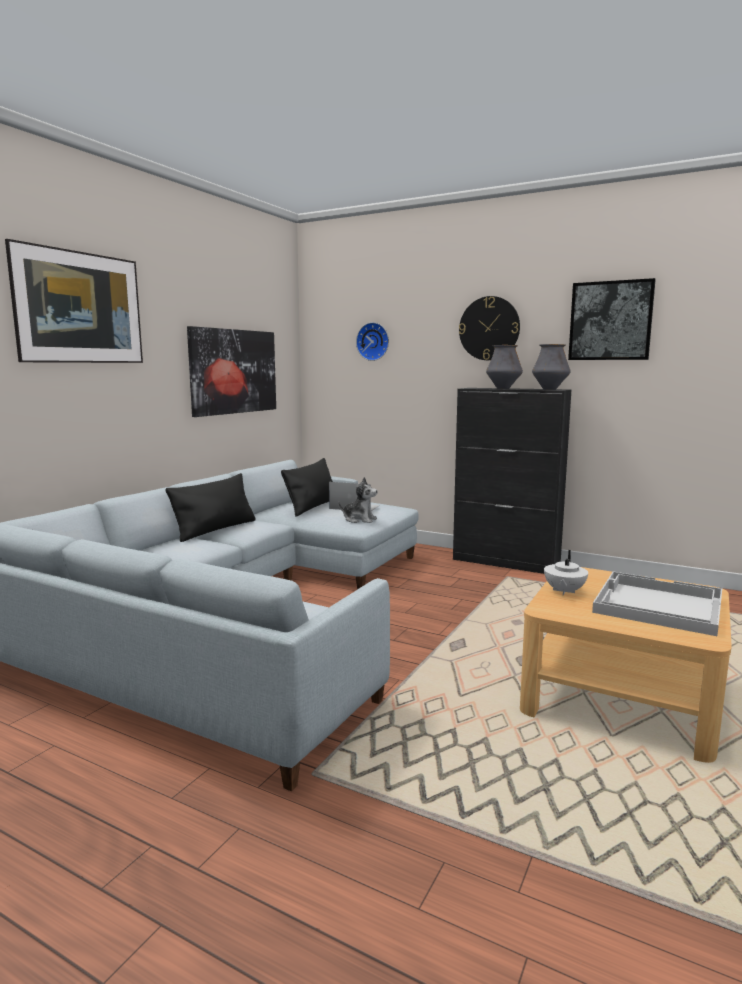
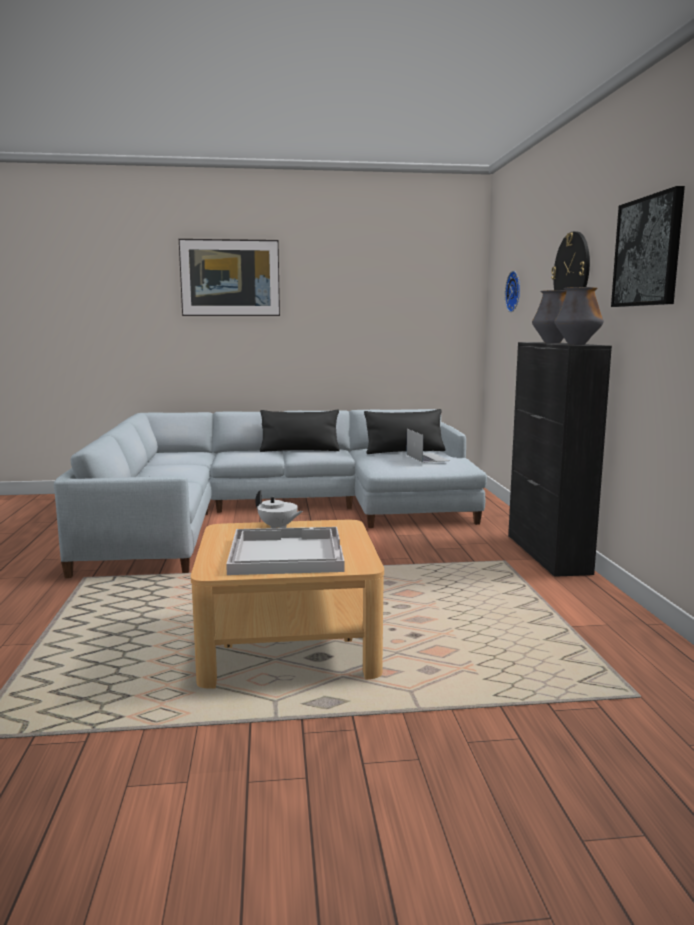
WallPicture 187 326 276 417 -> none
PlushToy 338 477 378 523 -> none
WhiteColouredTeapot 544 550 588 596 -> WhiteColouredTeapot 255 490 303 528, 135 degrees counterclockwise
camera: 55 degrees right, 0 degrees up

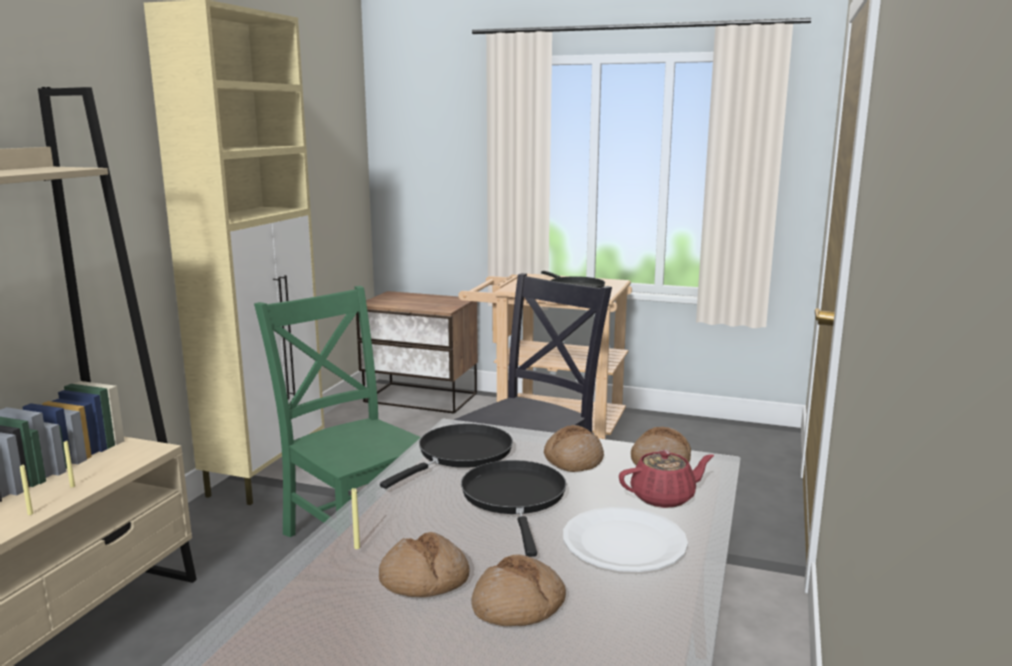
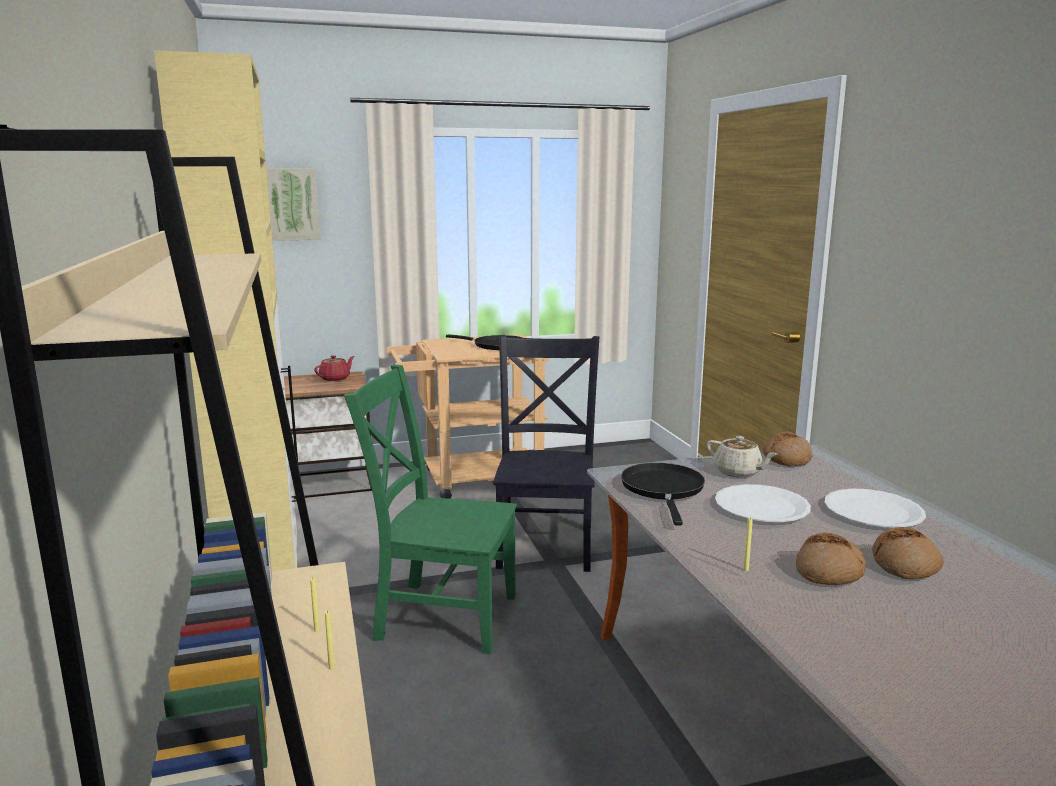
BakeryBread 544 425 604 472 -> BeigeColouredTeapot 707 436 777 478
RedTeapot 619 450 714 508 -> RedTeapot 314 355 355 381, move
BlackishSkillet 461 460 566 557 -> WhiteColouredDinnerPlate 715 484 811 522
none -> WallPicture 266 168 320 241
camera: 35 degrees left, 0 degrees up

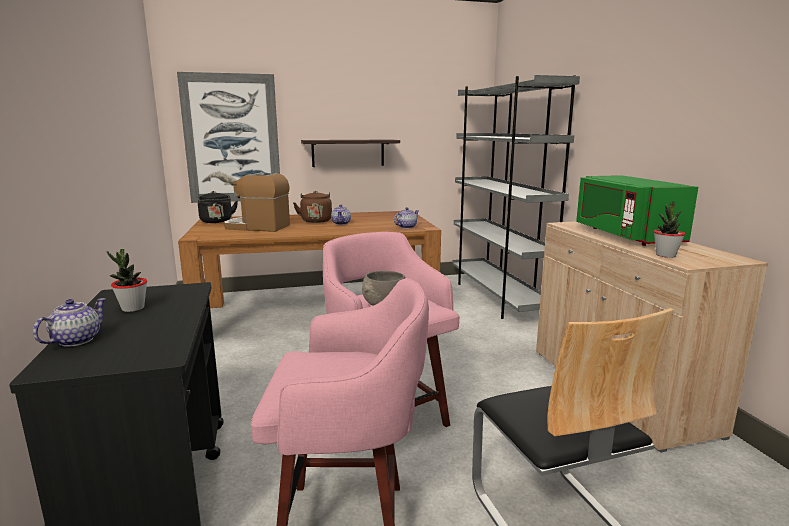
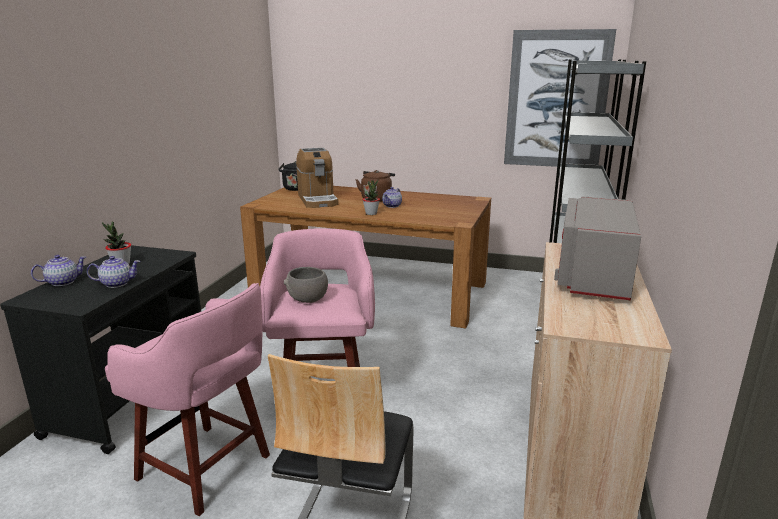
WallPicture 177 72 280 203 -> WallPicture 504 29 616 167, move
Shelf 301 139 400 167 -> none
CoffeeMaker 224 173 290 232 -> CoffeeMaker 296 148 338 208, 150 degrees counterclockwise
GreenishMicrowaveOven 576 175 698 246 -> GreyishMicrowaveOven 554 196 641 300
Houseplant 654 201 685 258 -> Houseplant 362 180 380 215, move
Teapot 394 207 419 229 -> Teapot 87 256 140 288, move
camera: 30 degrees right, 5 degrees up

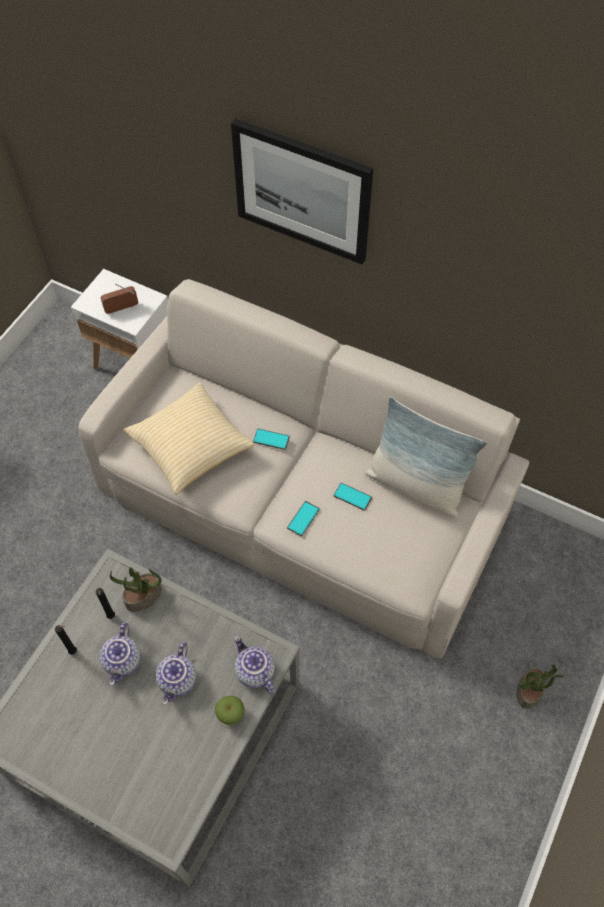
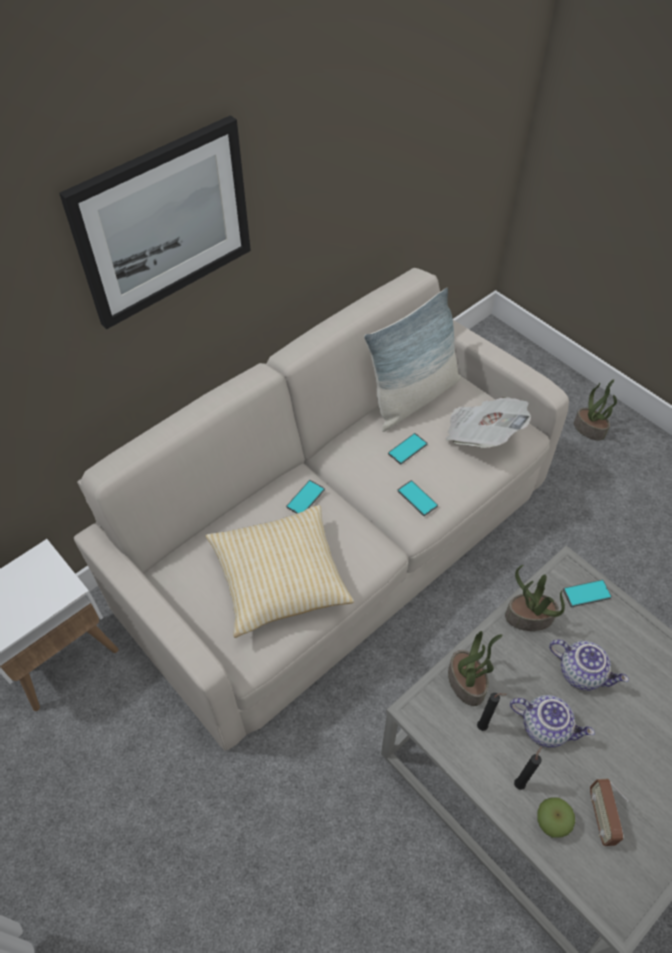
RadioReceiver 101 284 138 314 -> RadioReceiver 590 779 628 846, move
Teapot 234 636 275 694 -> Handset 563 580 612 607
AppleFruit 215 696 245 725 -> AppleFruit 537 797 575 838, move
none -> DailyPaper 446 397 531 448
none -> Houseplant 505 565 565 631
camera: 70 degrees left, 5 degrees down

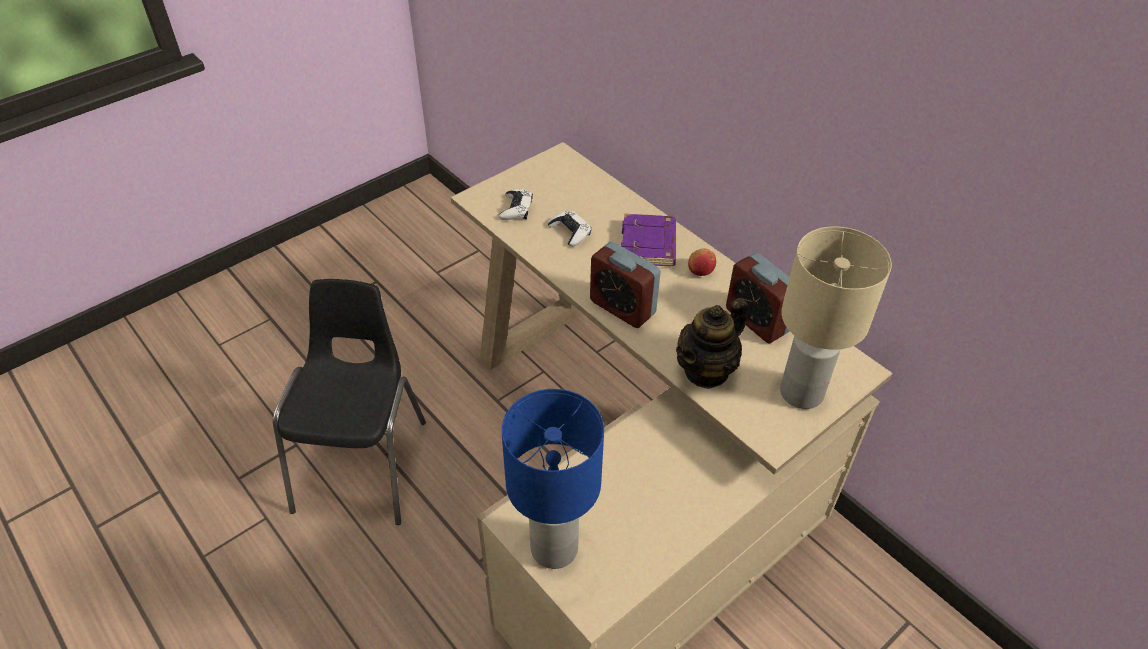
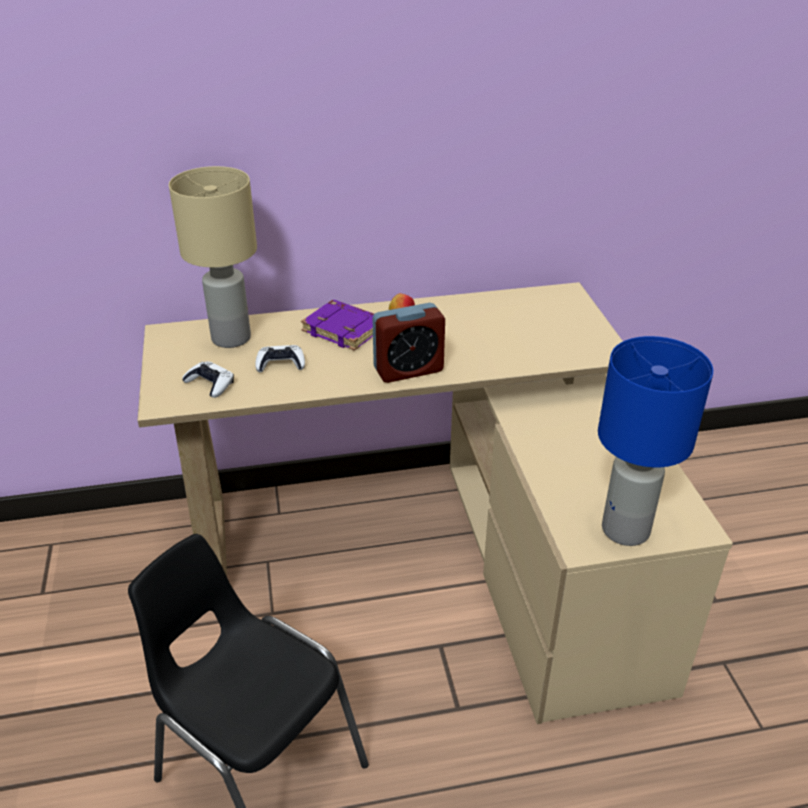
BeigeColouredTabletopLamp 780 227 892 409 -> BeigeColouredTabletopLamp 169 166 257 348, move
AlarmClock 726 253 790 343 -> none
Teapot 676 298 748 389 -> none
camera: 60 degrees left, 10 degrees down

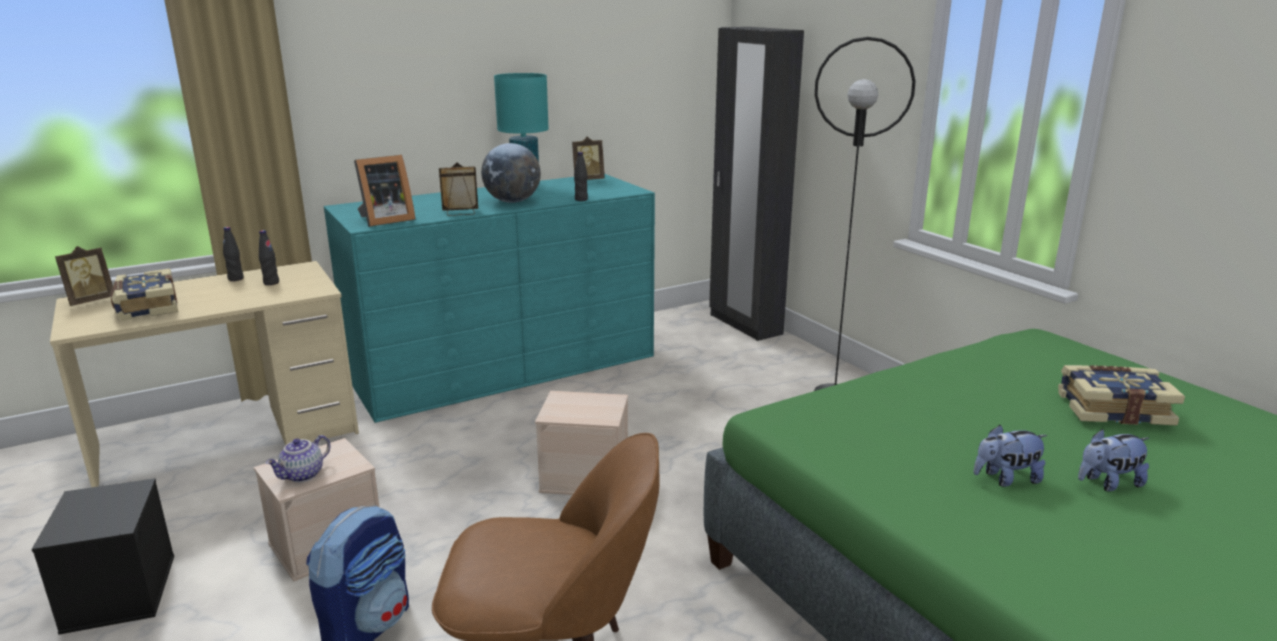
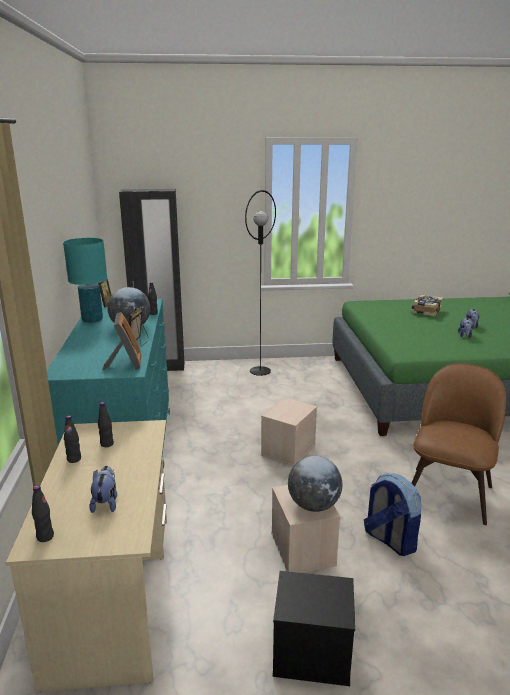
StandingFrame 55 246 113 306 -> BlackishDrinkBottle 32 485 54 542
Volume 110 268 178 321 -> PlushToy 89 466 117 513
Teapot 266 435 331 482 -> WorldGlobe 288 456 343 512
camera: 65 degrees left, 0 degrees up

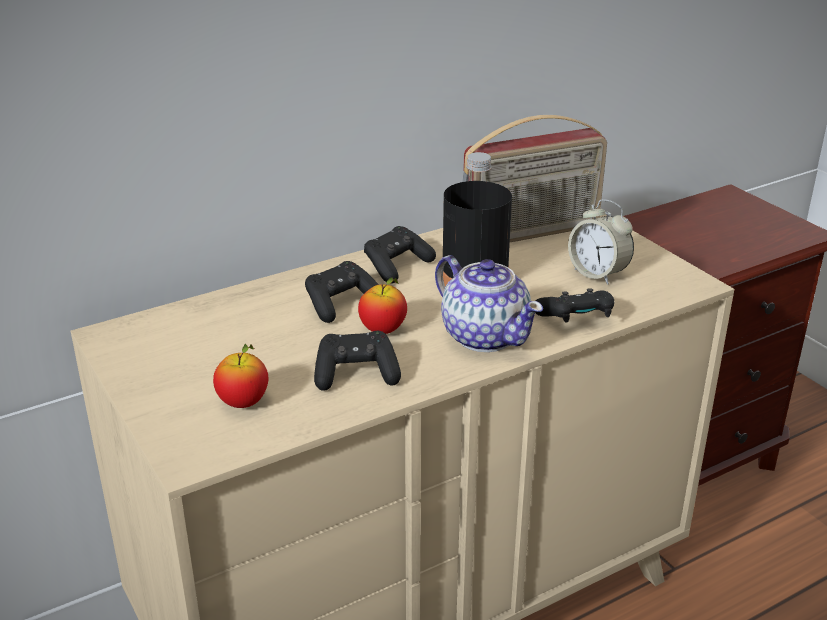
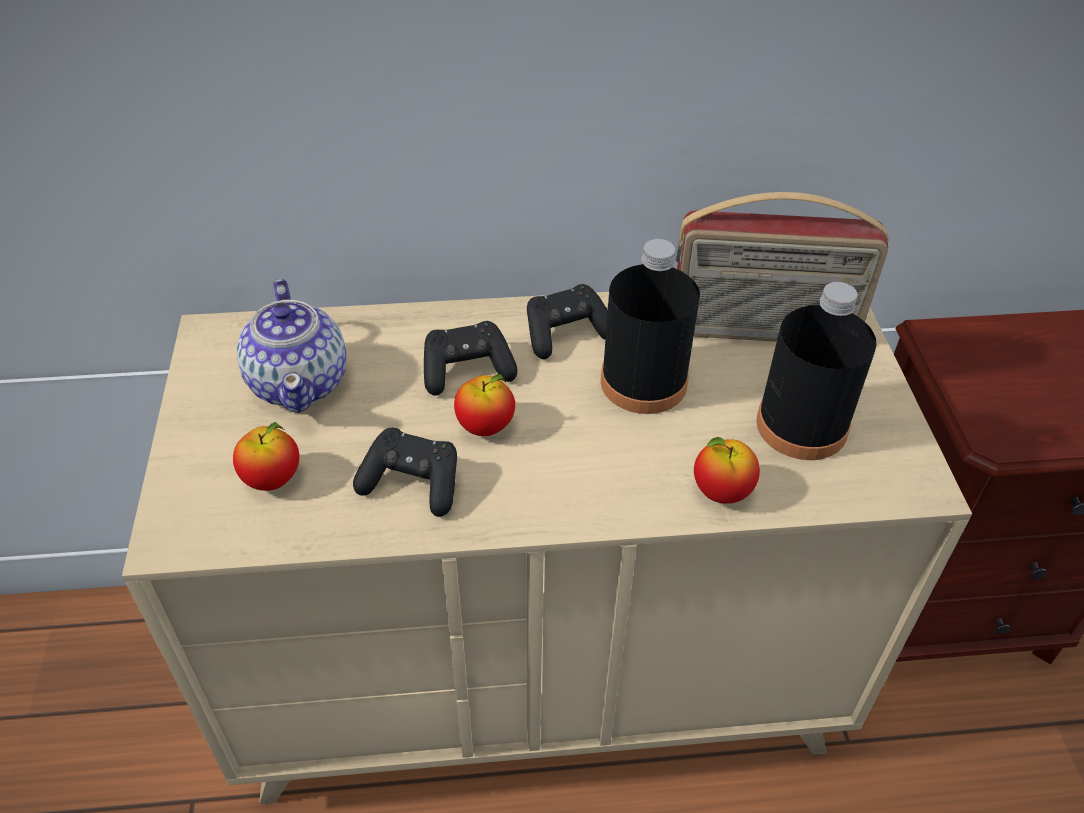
AlarmClock 568 199 634 285 -> BlackishDrinkBottle 756 282 877 460
Teapot 435 255 543 352 -> Teapot 236 279 347 413, move
BlackishJoypad 535 288 614 323 -> AppleFruit 694 437 760 504
camera: 25 degrees right, 15 degrees up

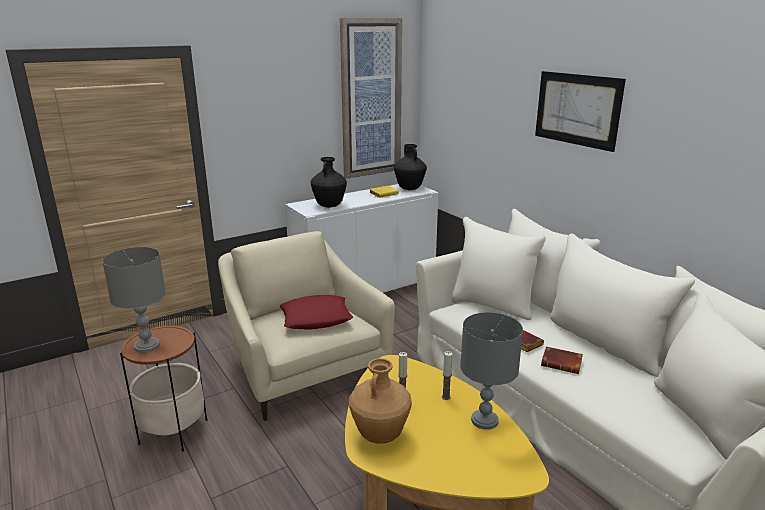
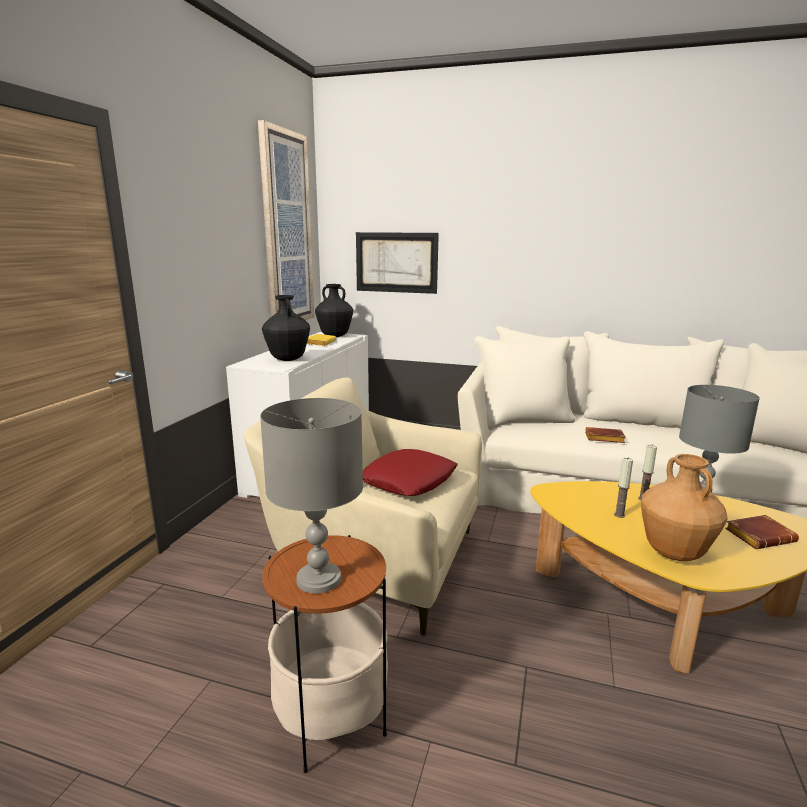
WallPicture 535 71 626 152 -> WallPicture 356 232 439 294, move
BrownishVolume 541 346 583 374 -> BrownishVolume 725 515 799 549, move
camera: 40 degrees left, 5 degrees down

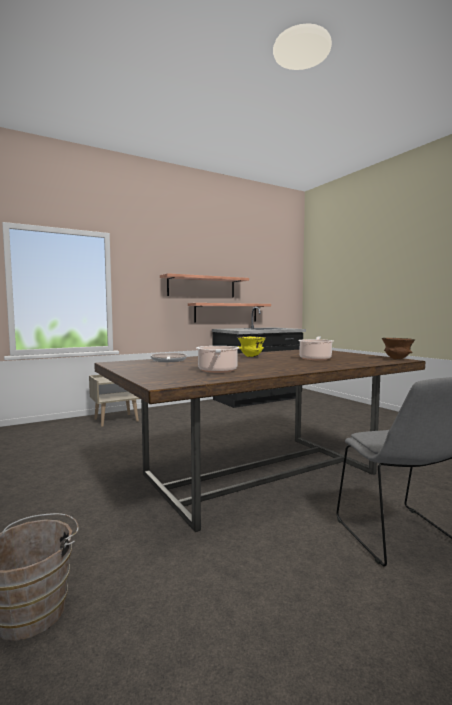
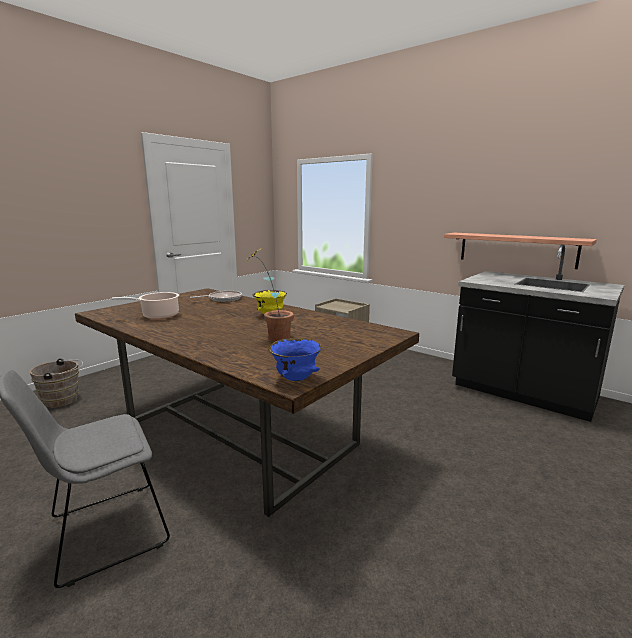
Shelf 160 273 249 297 -> none
Stockpot 298 336 333 360 -> Houseplant 245 249 294 341
BrownishServingBowl 382 338 415 359 -> BlueServingBowl 269 338 322 381
camera: 70 degrees right, 10 degrees up

